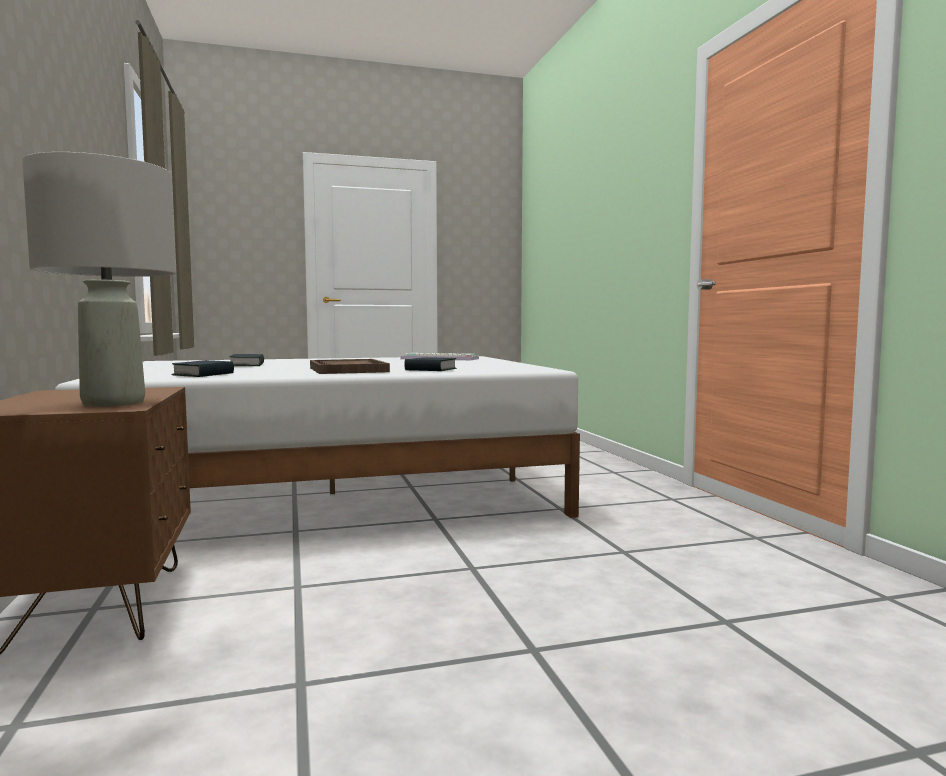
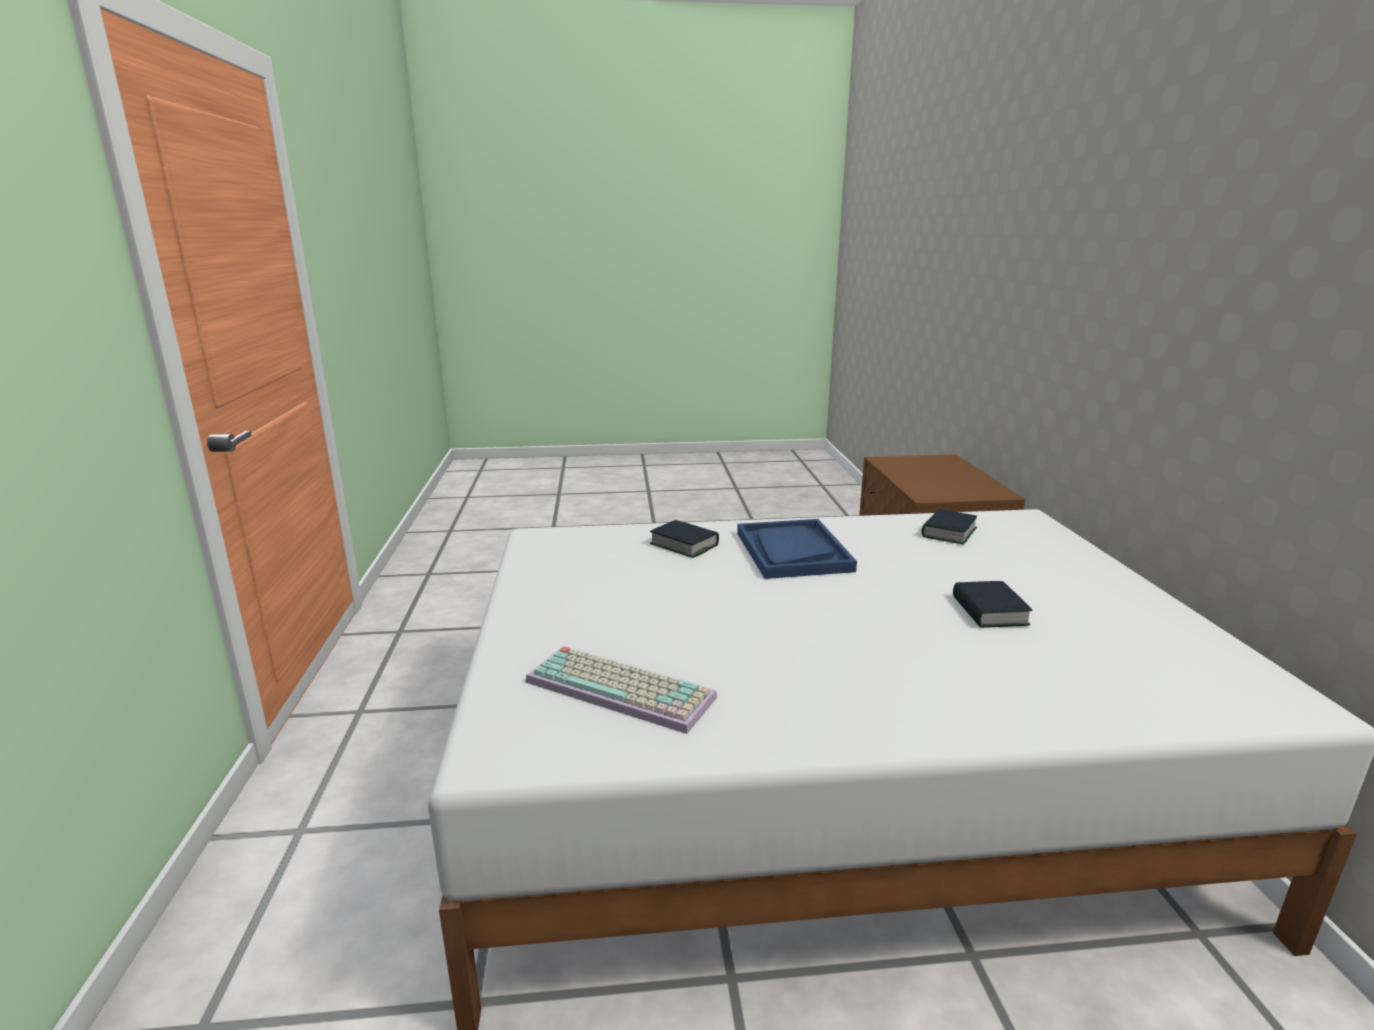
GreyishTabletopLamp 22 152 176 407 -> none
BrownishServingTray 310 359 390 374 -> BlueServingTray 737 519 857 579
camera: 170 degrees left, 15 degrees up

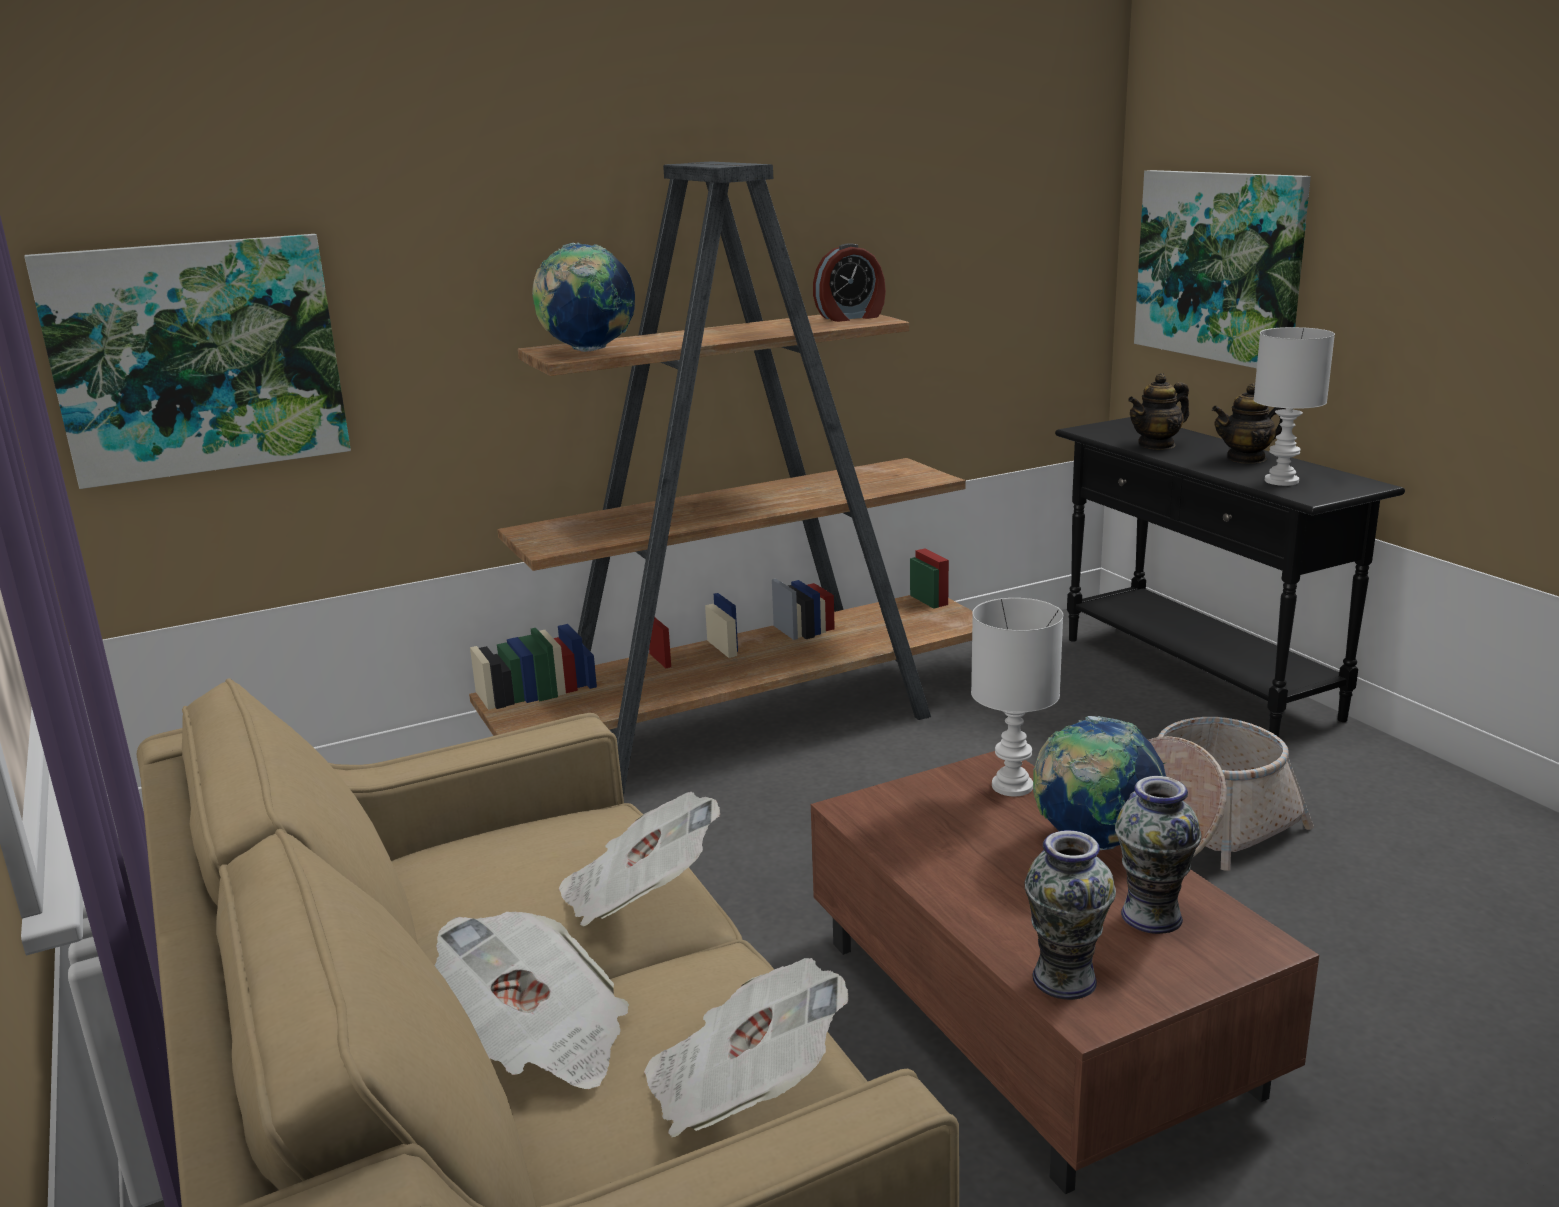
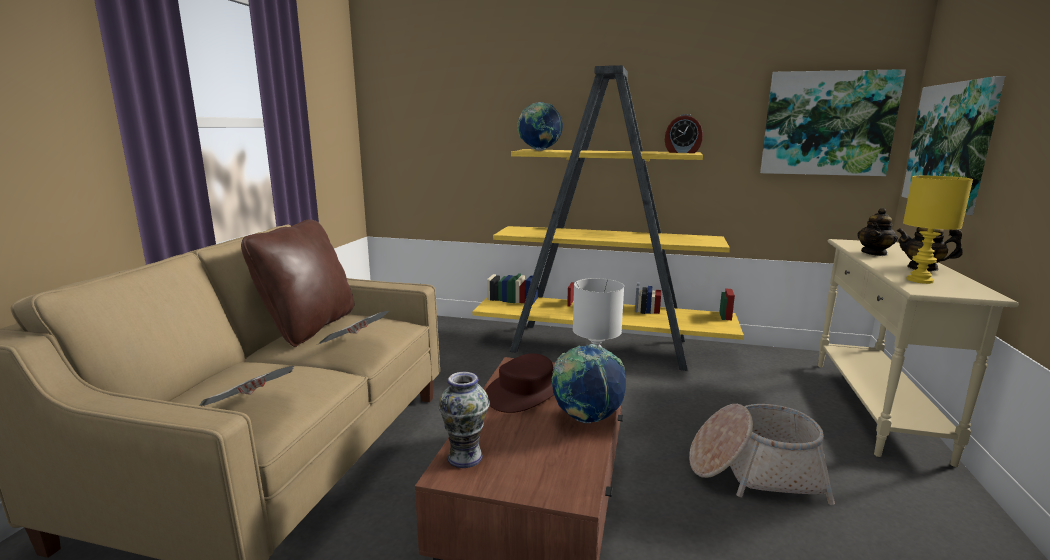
BrownishBookcase 469 161 973 797 -> YellowBookcase 472 65 744 371
WallPicture 24 234 351 489 -> WallPicture 760 69 906 176, move
WhiteColouredTabletopLamp 1254 327 1335 486 -> YellowTabletopLamp 903 176 973 284
Teapot 1128 373 1189 450 -> Teapot 857 208 898 256, 60 degrees counterclockwise
BlackishHallTable 1055 417 1405 737 -> BeigeColouredHallTable 818 239 1019 467
DecorativeVase 1115 776 1201 934 -> none
DailyPaper 435 912 629 1089 -> none
none -> BrownishThrowPillow 241 219 355 347
none -> BrownishClothingHat 486 353 554 413
camera: 40 degrees right, 5 degrees down

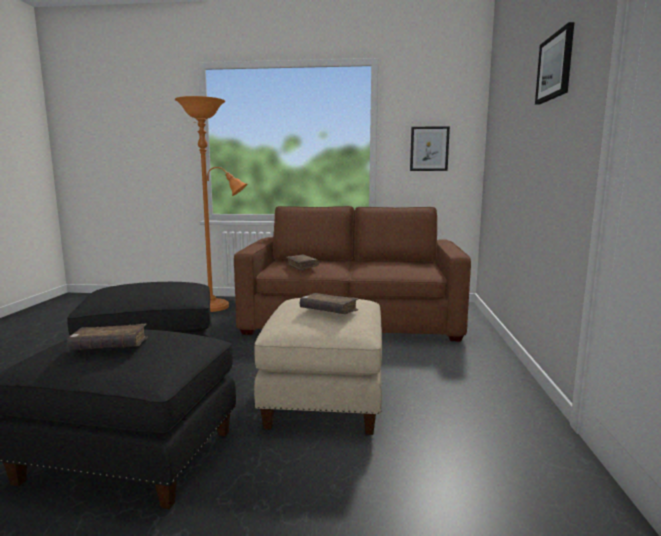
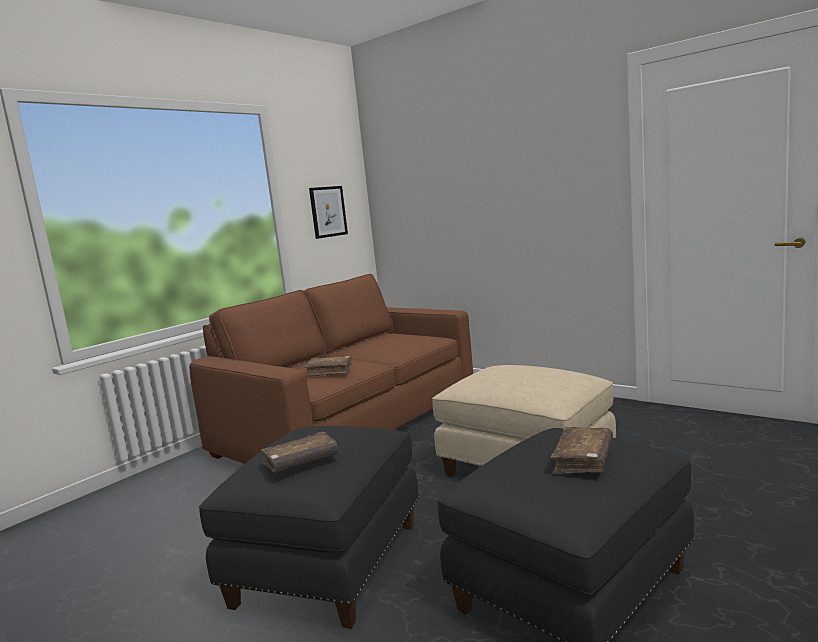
WallPicture 535 22 574 105 -> none
OrangeyFloorLamp 175 96 247 312 -> none
BrownishVolume 300 293 359 314 -> BrownishVolume 261 431 338 473, move
camera: 55 degrees left, 0 degrees up

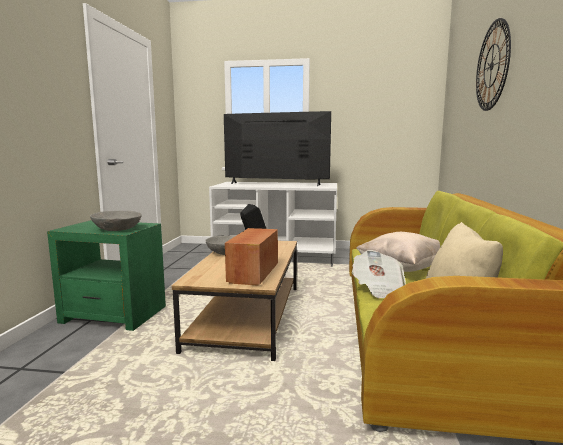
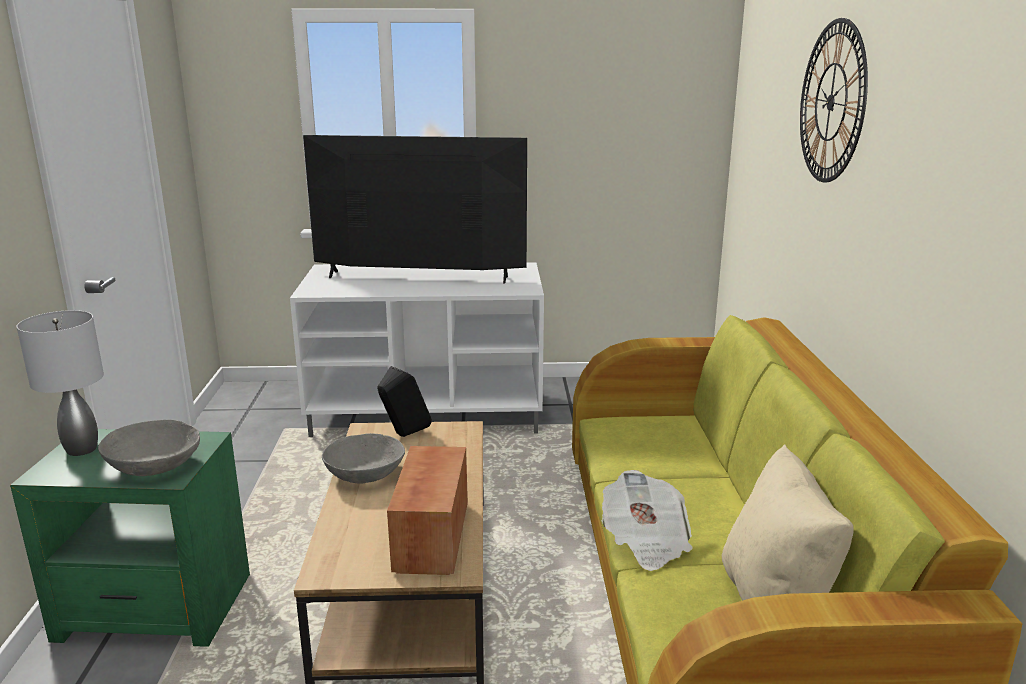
BeigeColouredThrowPillow 356 232 440 272 -> none
none -> GreyishTabletopLamp 16 310 104 456
camera: 10 degrees left, 10 degrees up

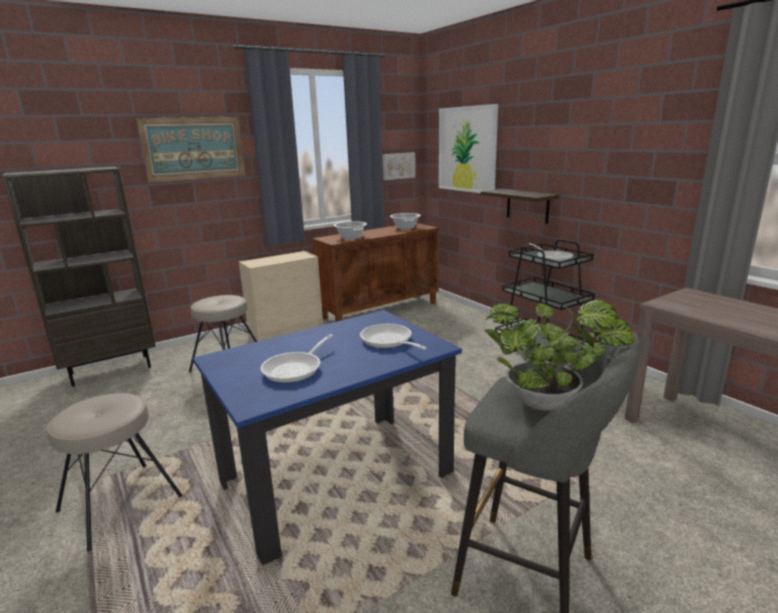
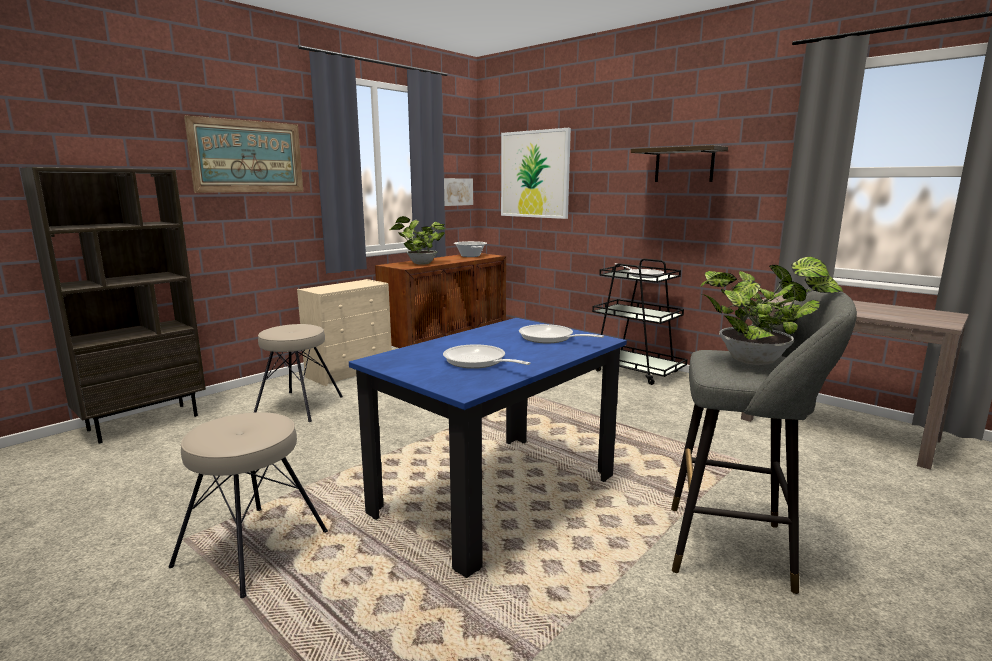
Shelf 481 189 559 224 -> Shelf 631 145 728 182, move
Stockpot 333 221 367 239 -> Houseplant 389 216 445 265
Skillet 260 334 333 383 -> Skillet 443 344 531 369, 120 degrees clockwise
camera: 15 degrees left, 5 degrees down

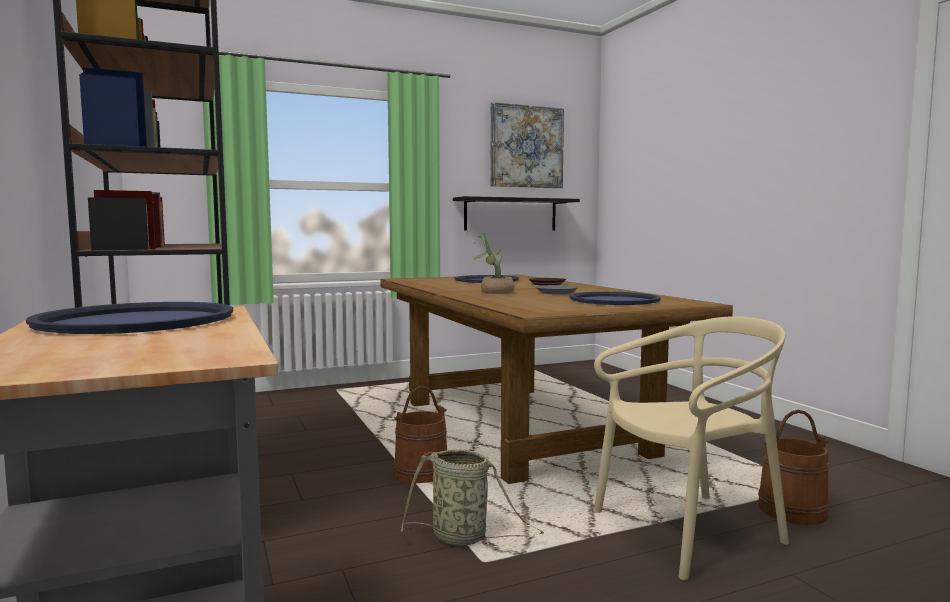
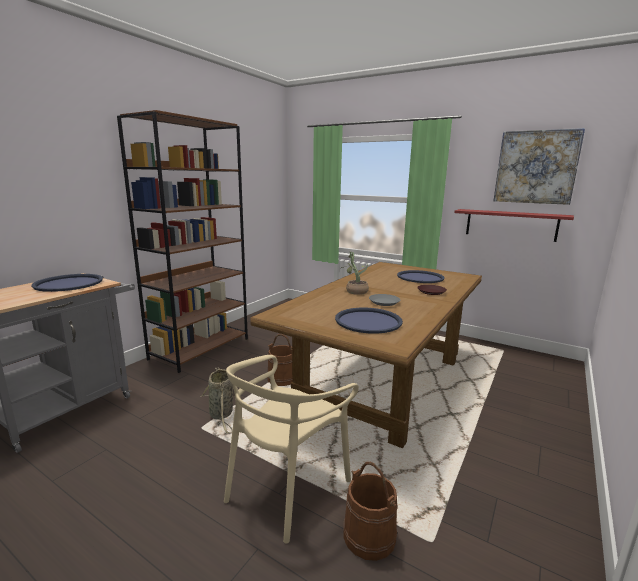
BlackishShelf 453 196 580 231 -> RedShelf 454 209 574 242
BeigeColouredChair 594 316 789 580 -> BeigeColouredChair 224 355 359 543, 90 degrees clockwise
camera: 55 degrees right, 10 degrees up

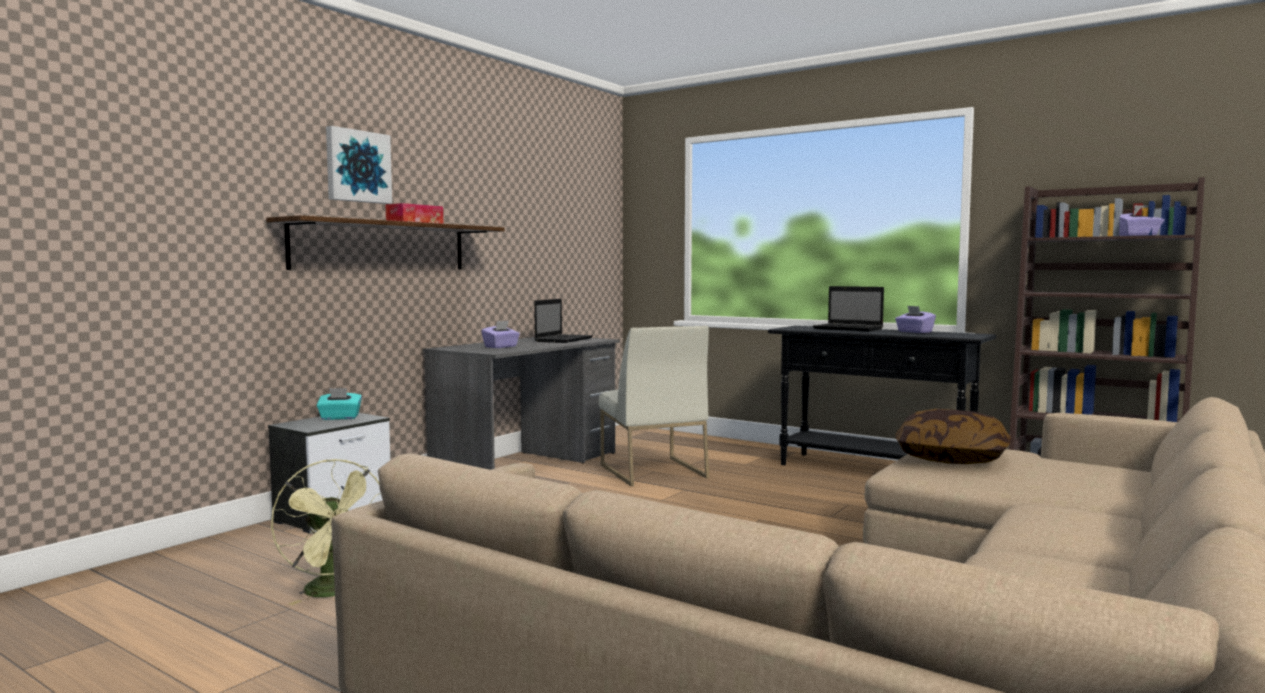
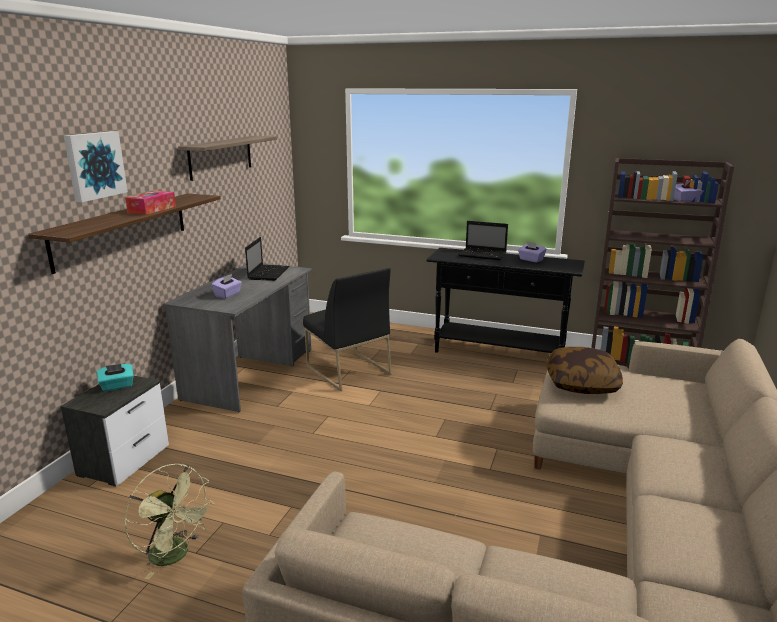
WhiteColouredChair 599 326 709 486 -> BlackishChair 303 268 392 391
none -> Shelf 178 136 277 181
camera: 15 degrees left, 15 degrees up

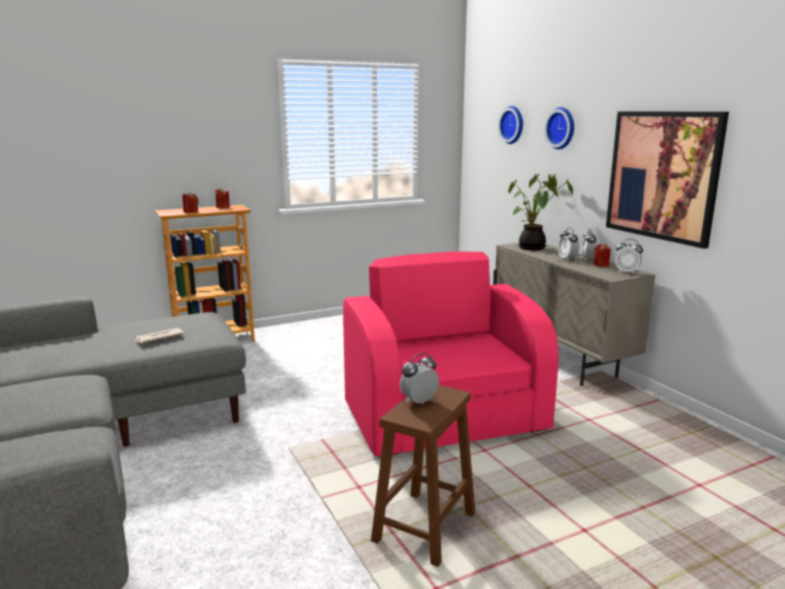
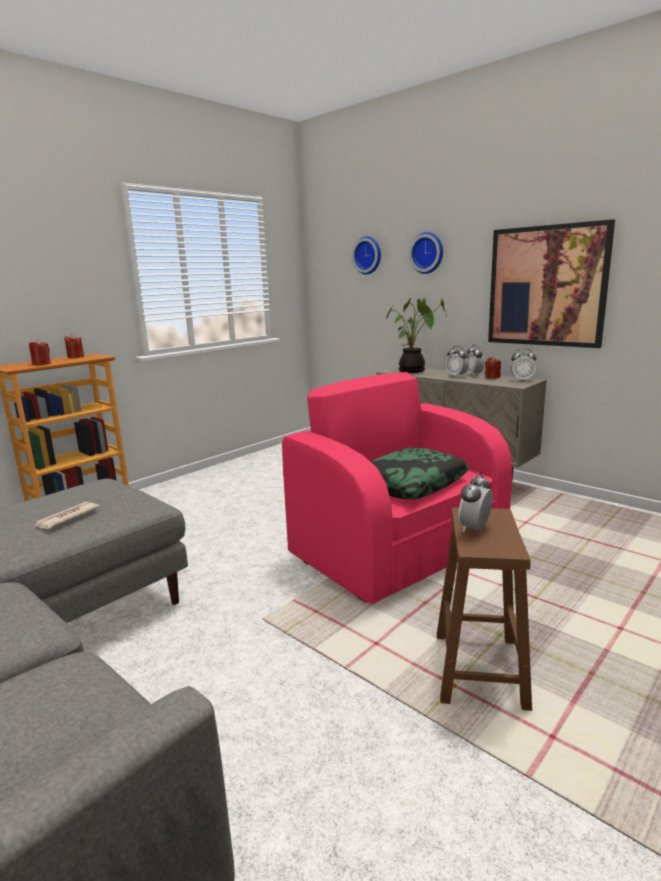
none -> ThrowPillow 371 447 470 500
camera: 20 degrees left, 0 degrees up

